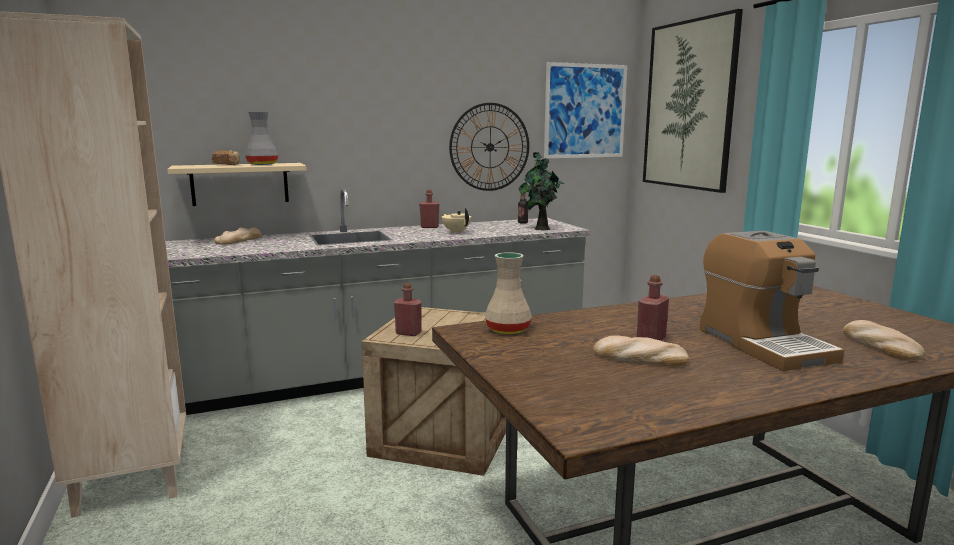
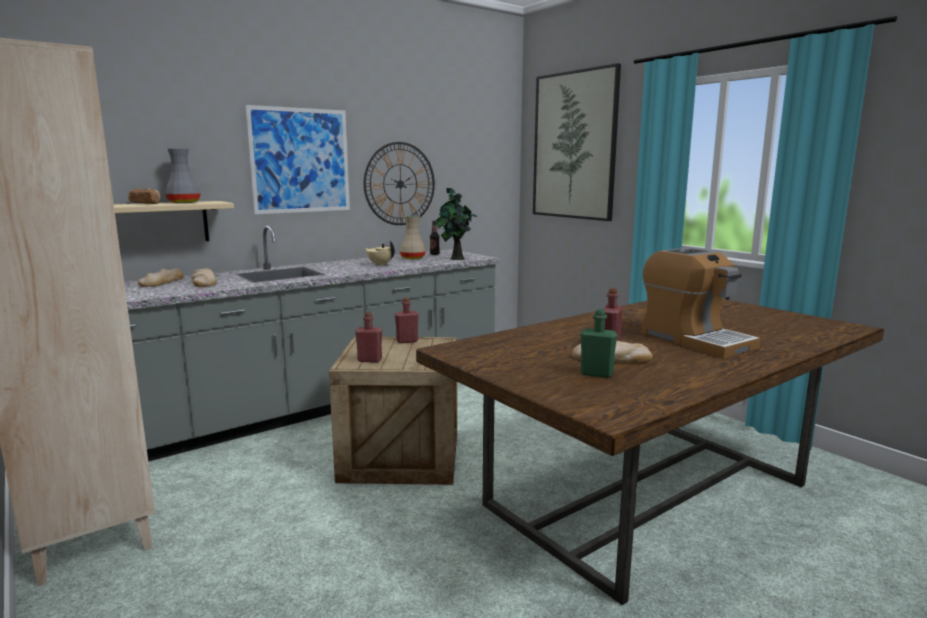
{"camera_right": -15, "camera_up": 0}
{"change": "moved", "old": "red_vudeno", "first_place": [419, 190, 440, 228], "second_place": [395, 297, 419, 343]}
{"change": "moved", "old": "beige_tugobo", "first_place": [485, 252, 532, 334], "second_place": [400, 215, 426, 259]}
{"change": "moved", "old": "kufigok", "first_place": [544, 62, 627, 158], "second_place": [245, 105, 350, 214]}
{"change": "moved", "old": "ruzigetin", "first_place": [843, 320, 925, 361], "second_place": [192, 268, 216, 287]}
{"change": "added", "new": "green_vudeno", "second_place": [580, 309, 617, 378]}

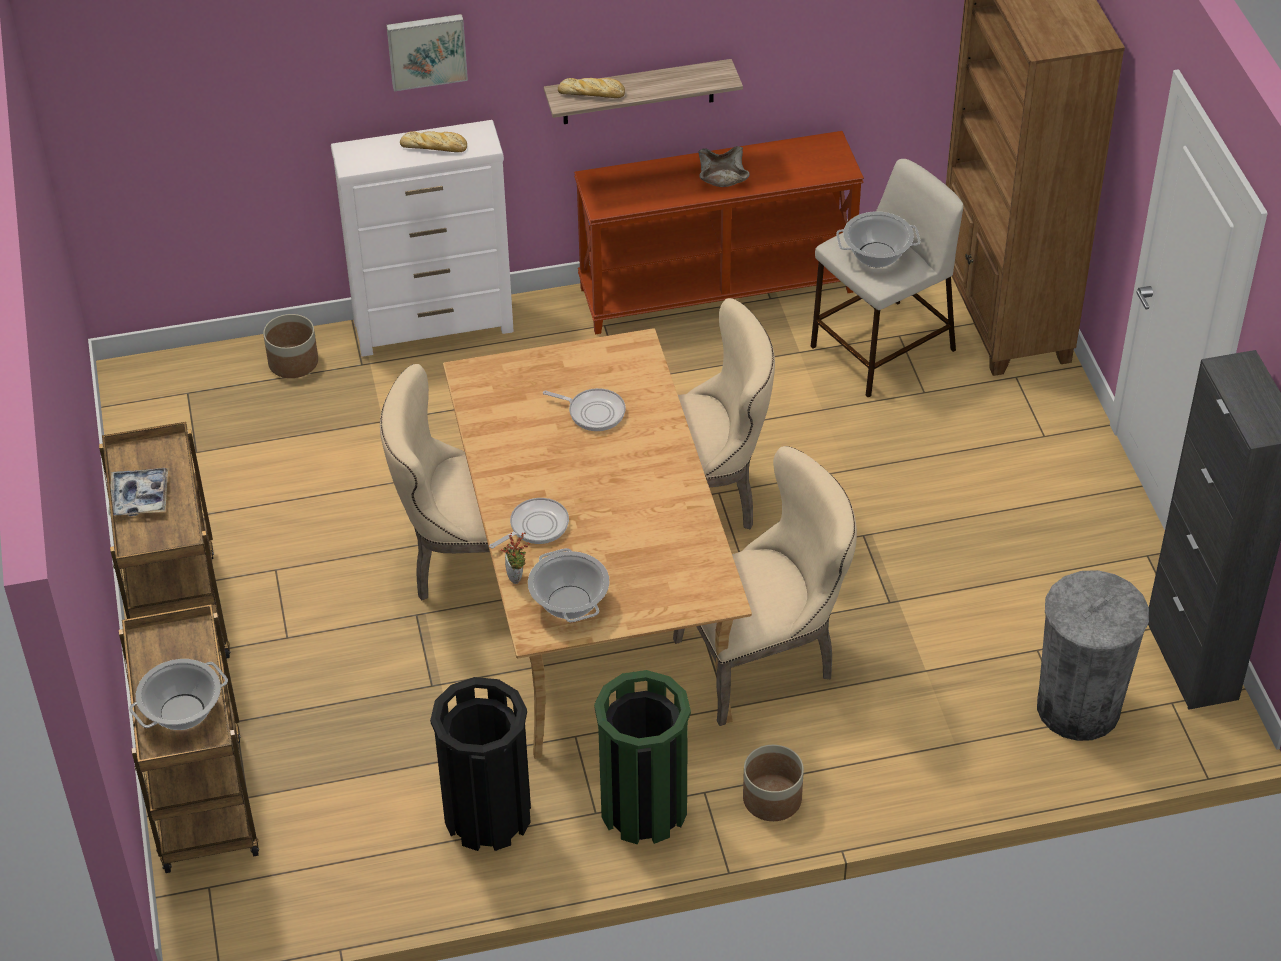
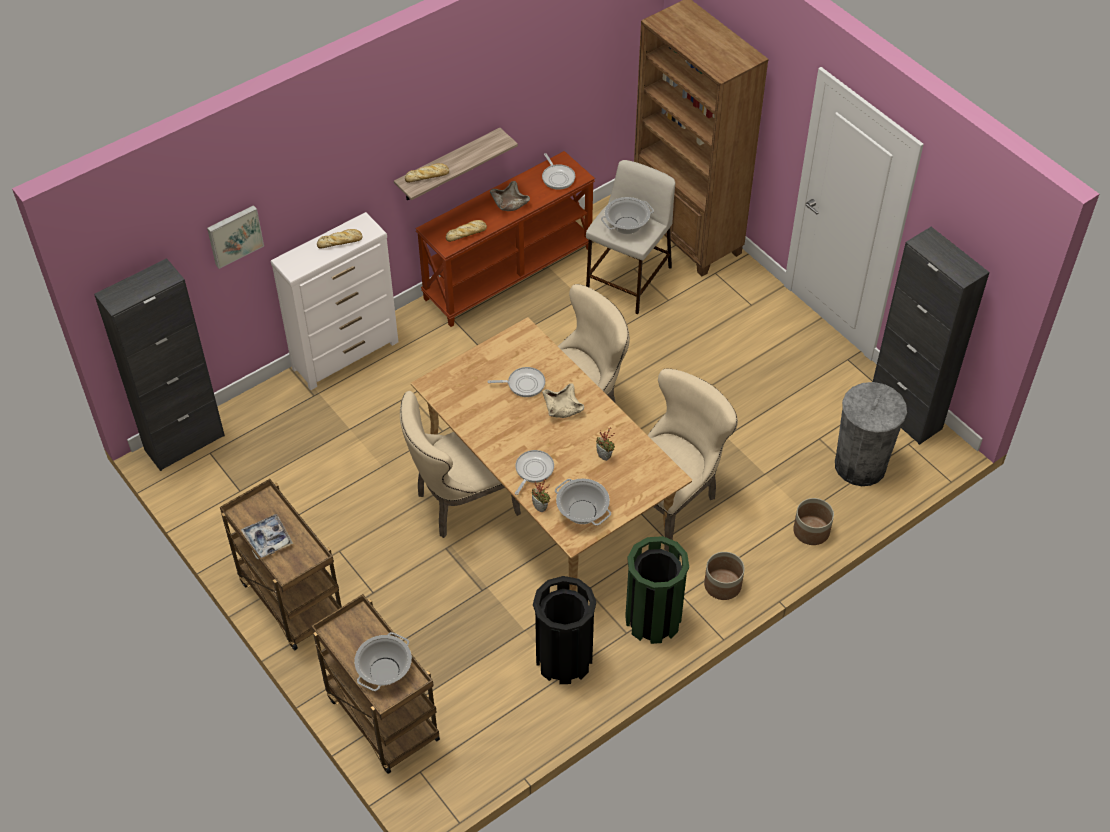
{"camera_right": -25, "camera_up": 5}
{"change": "moved", "old": "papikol", "first_place": [263, 314, 318, 378], "second_place": [793, 498, 834, 545]}
{"change": "moved", "old": "kufigok", "first_place": [386, 14, 468, 91], "second_place": [207, 205, 264, 269]}
{"change": "added", "new": "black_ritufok", "second_place": [94, 258, 225, 471]}
{"change": "added", "new": "ruzigetin", "second_place": [446, 220, 487, 242]}
{"change": "added", "new": "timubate", "second_place": [542, 153, 575, 190]}
{"change": "added", "new": "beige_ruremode", "second_place": [542, 383, 584, 418]}
{"change": "added", "new": "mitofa", "second_place": [596, 427, 615, 461]}

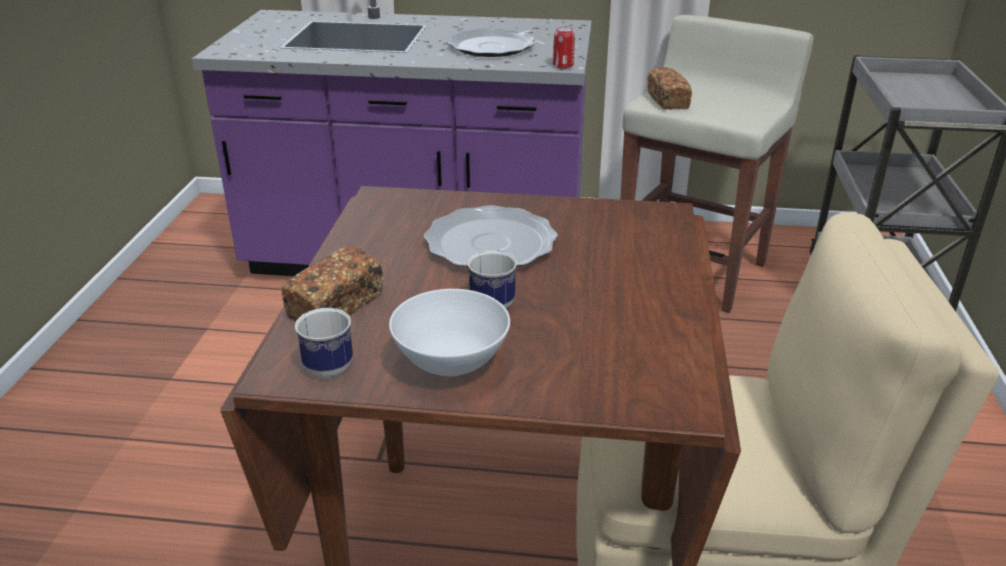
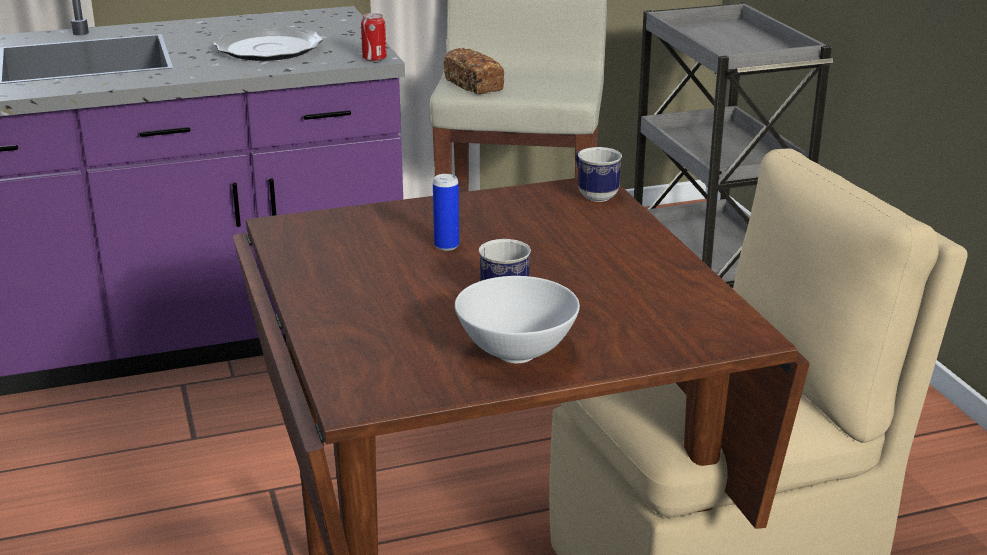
{"camera_right": -25, "camera_up": -5}
{"change": "removed", "old": "ruzigetin", "first_place": [282, 245, 384, 322]}
{"change": "moved", "old": "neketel", "first_place": [295, 307, 353, 378], "second_place": [576, 147, 622, 202]}
{"change": "replaced", "old": "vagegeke", "new": "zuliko", "first_place": [424, 205, 558, 267], "second_place": [433, 174, 459, 251]}

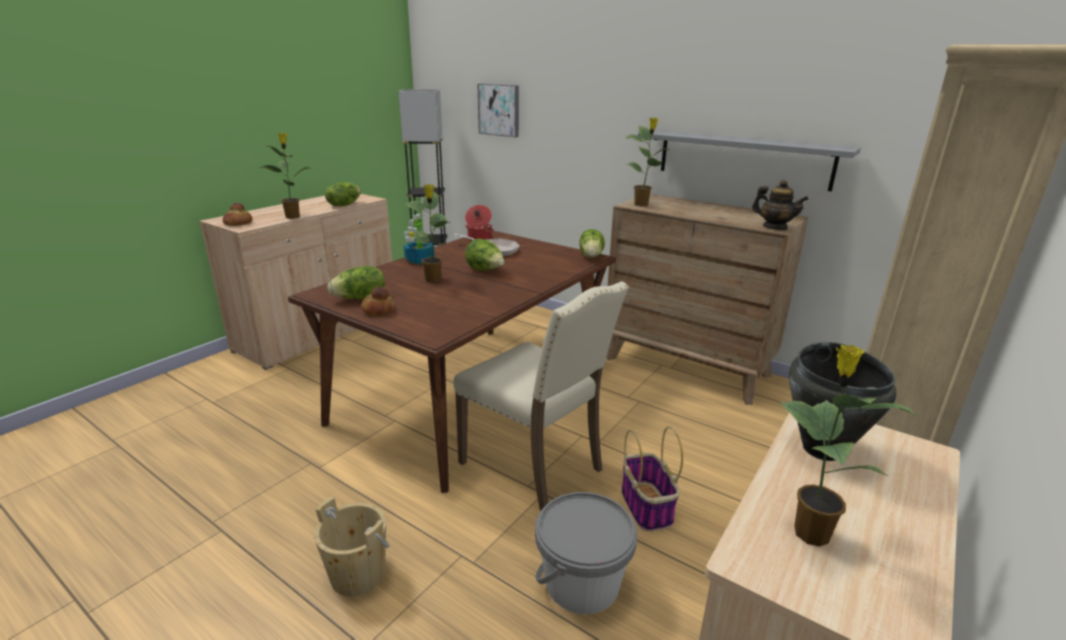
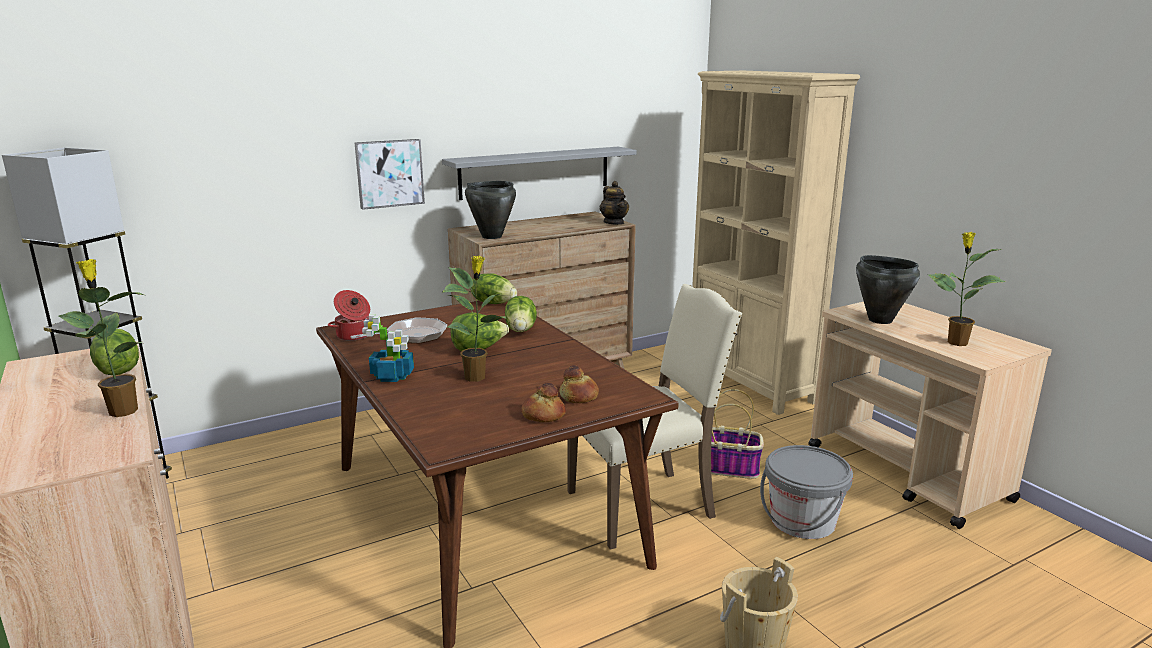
{"camera_right": -65, "camera_up": -5}
{"change": "moved", "old": "ruzigetin", "first_place": [223, 203, 252, 226], "second_place": [559, 365, 599, 403]}
{"change": "moved", "old": "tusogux", "first_place": [327, 266, 385, 299], "second_place": [505, 296, 537, 332]}
{"change": "moved", "old": "kufigok", "first_place": [478, 84, 519, 137], "second_place": [355, 139, 425, 210]}
{"change": "replaced", "old": "mitofa", "new": "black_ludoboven", "first_place": [625, 118, 670, 206], "second_place": [465, 181, 516, 239]}
{"change": "turned", "old": "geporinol", "first_place": [752, 180, 808, 230], "second_place": [599, 181, 629, 225], "degrees": 90}

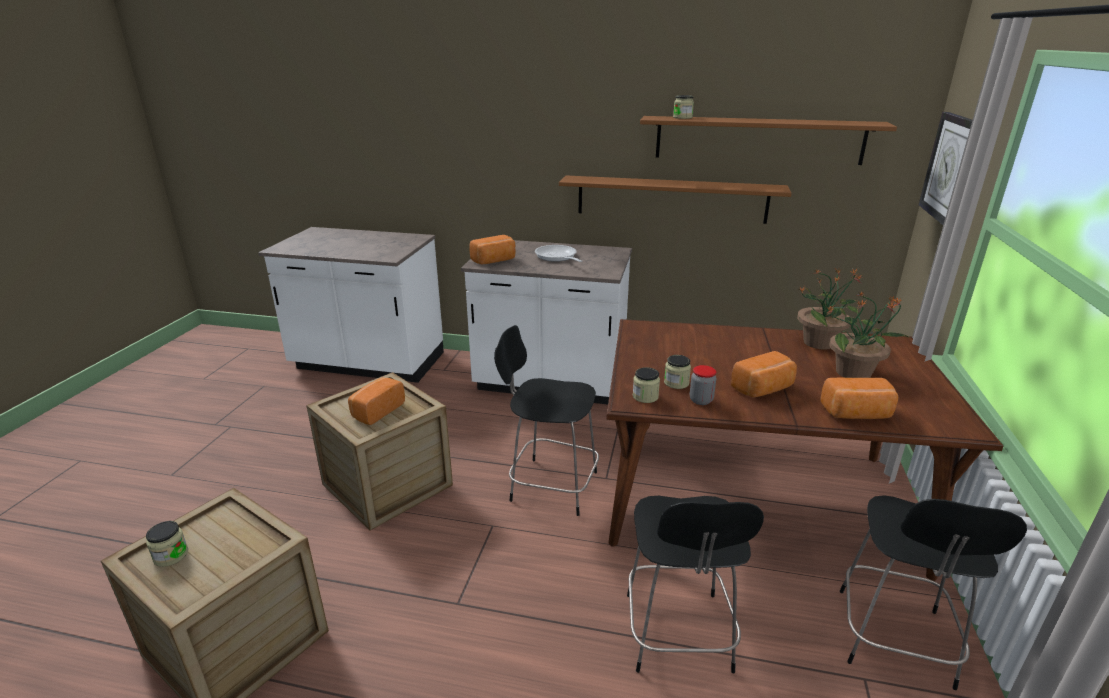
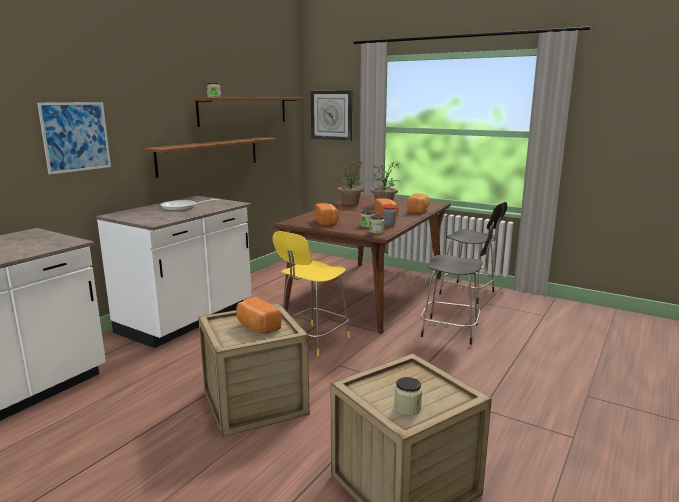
{"camera_right": -70, "camera_up": -10}
{"change": "moved", "old": "ruzigetin", "first_place": [469, 235, 516, 265], "second_place": [315, 203, 339, 225]}
{"change": "recoloured", "old": "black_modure", "new": "yellow_modure", "first_place": [494, 325, 599, 516], "second_place": [273, 231, 350, 356]}
{"change": "added", "new": "kufigok", "second_place": [37, 102, 111, 174]}

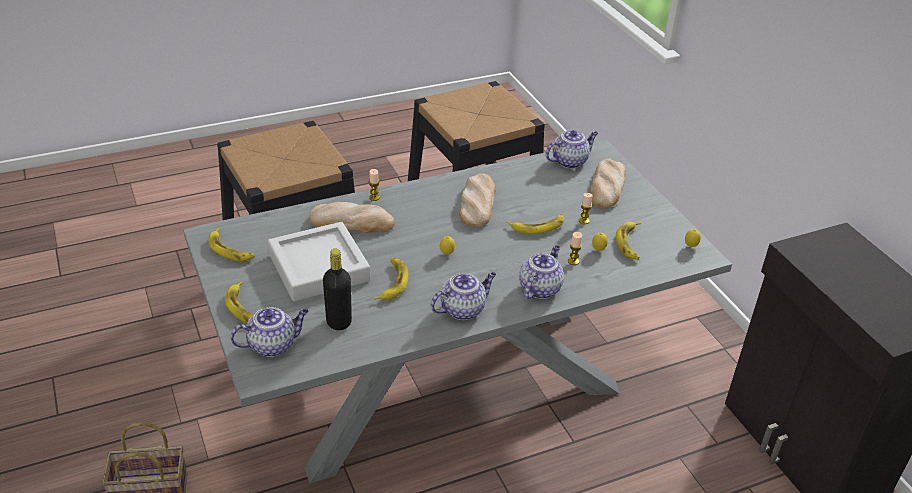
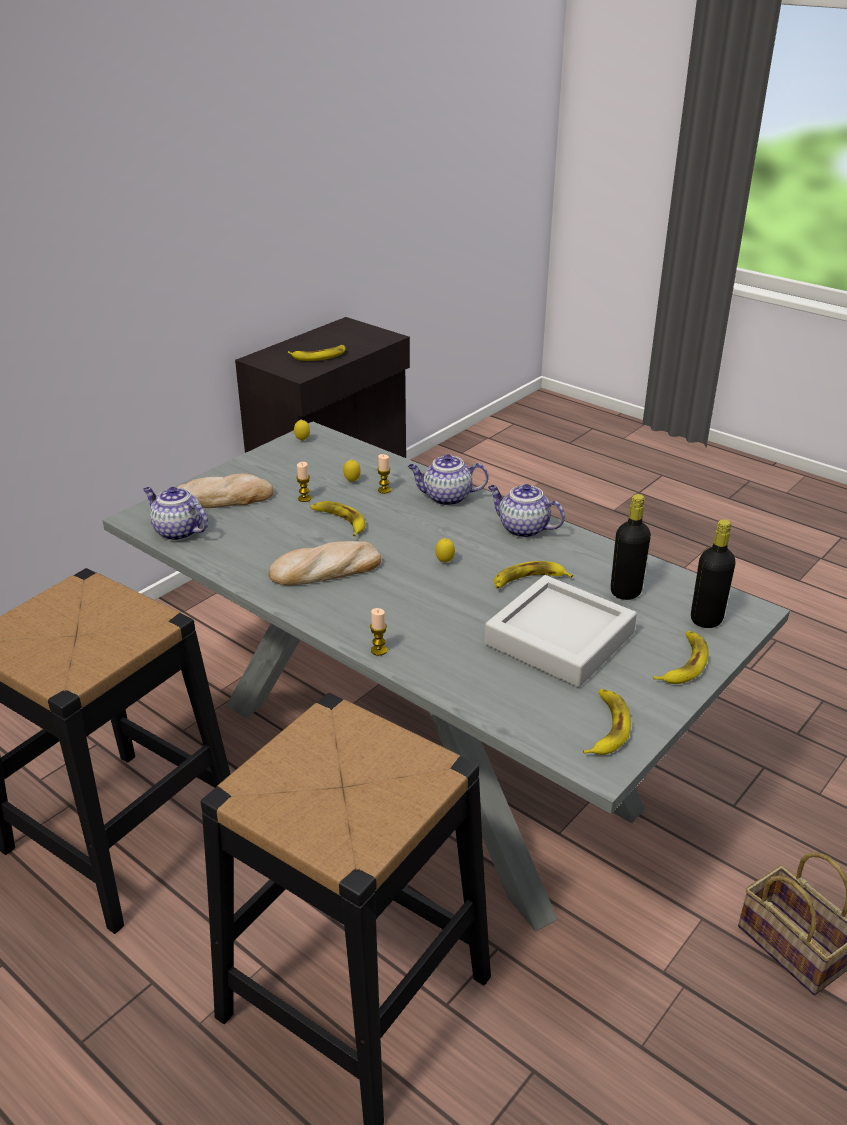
{"camera_right": -115, "camera_up": -5}
{"change": "replaced", "old": "geporinol", "new": "black_vudeno", "first_place": [230, 307, 308, 357], "second_place": [691, 519, 736, 628]}
{"change": "removed", "old": "ruzigetin", "first_place": [309, 202, 395, 233]}
{"change": "moved", "old": "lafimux", "first_place": [616, 222, 641, 260], "second_place": [288, 345, 346, 361]}

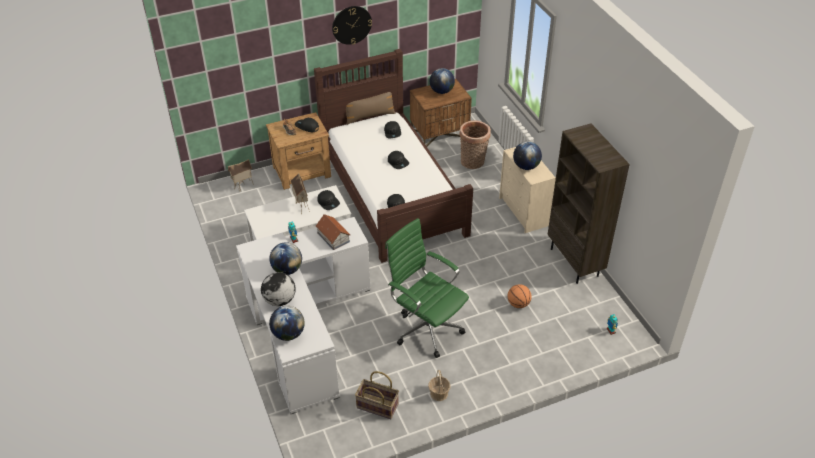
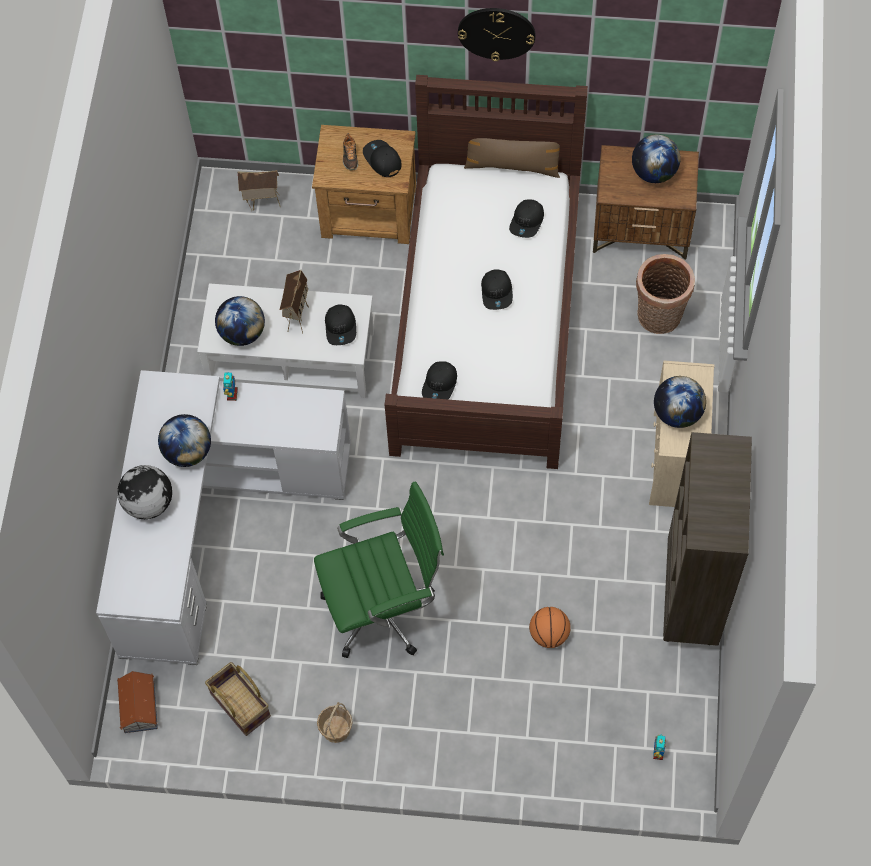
{"camera_right": 30, "camera_up": 20}
{"change": "moved", "old": "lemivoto", "first_place": [269, 306, 305, 341], "second_place": [215, 296, 265, 346]}
{"change": "moved", "old": "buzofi", "first_place": [315, 214, 350, 250], "second_place": [117, 671, 158, 733]}
{"change": "turned", "old": "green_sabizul", "first_place": [385, 218, 469, 358], "second_place": [314, 481, 444, 658], "degrees": 90}

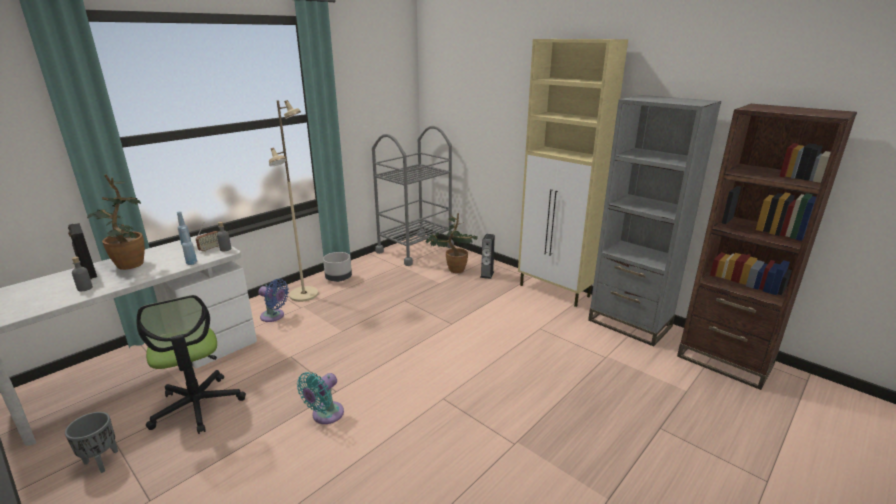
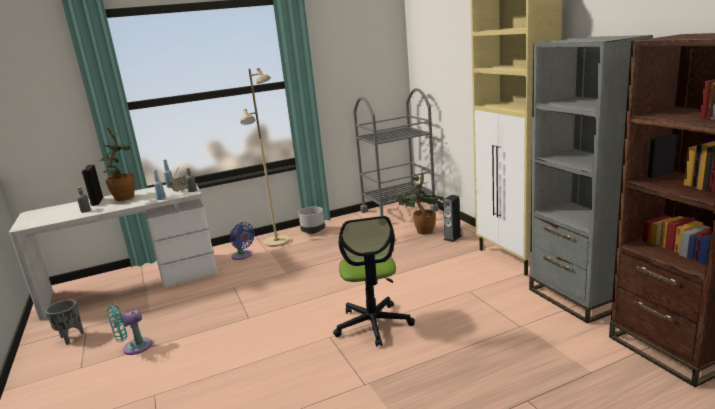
{"camera_right": 25, "camera_up": -5}
{"change": "moved", "old": "sabizul", "first_place": [137, 295, 246, 434], "second_place": [333, 216, 415, 347]}
{"change": "moved", "old": "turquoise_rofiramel", "first_place": [297, 372, 344, 424], "second_place": [107, 305, 152, 355]}

